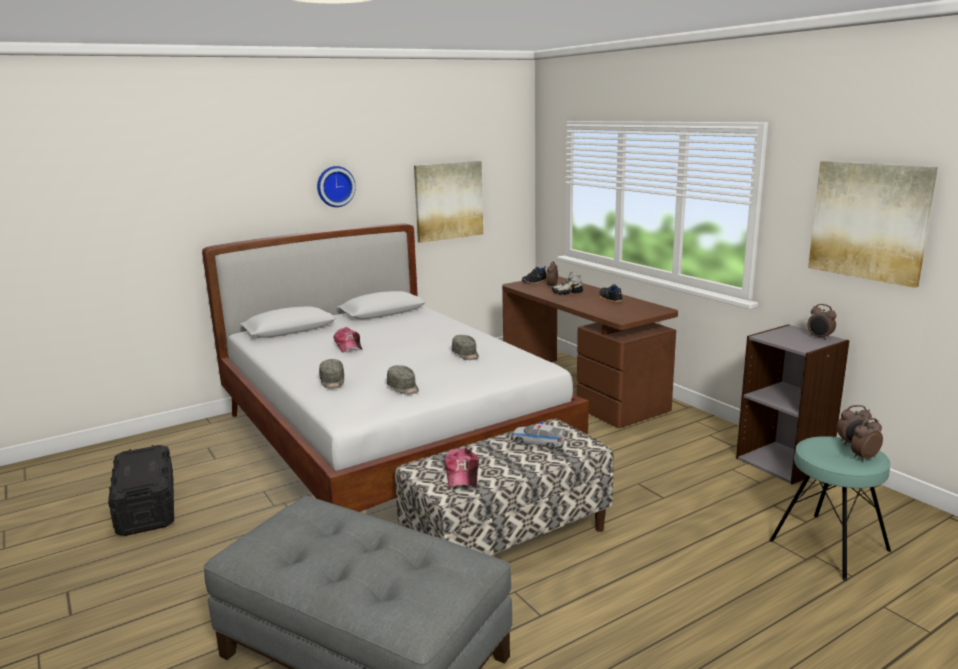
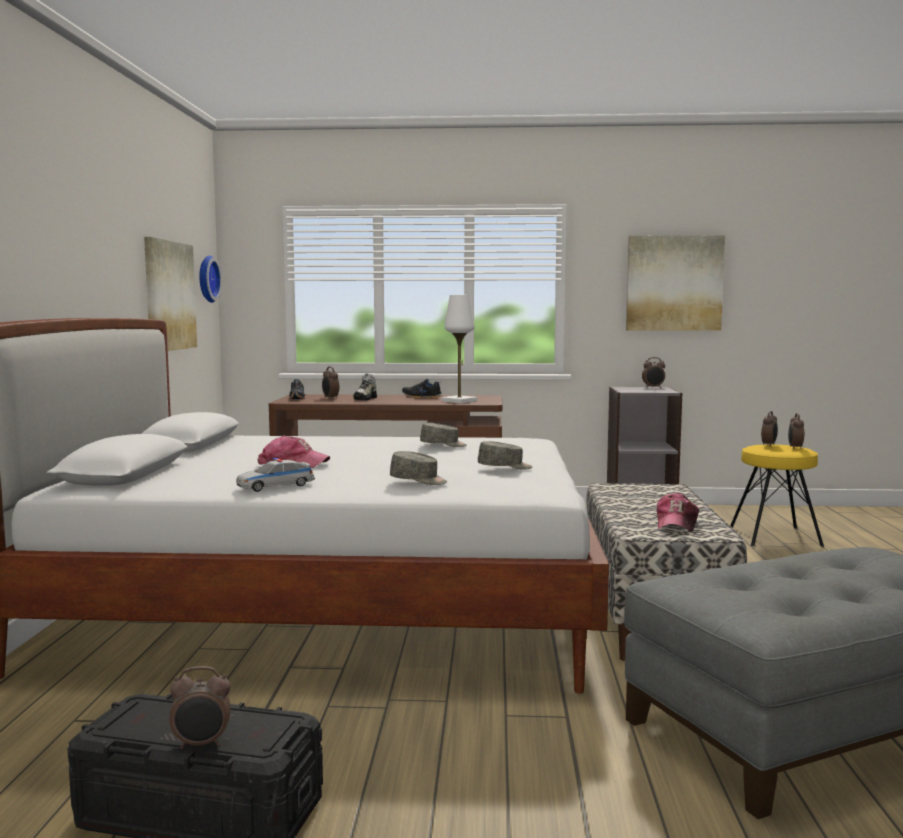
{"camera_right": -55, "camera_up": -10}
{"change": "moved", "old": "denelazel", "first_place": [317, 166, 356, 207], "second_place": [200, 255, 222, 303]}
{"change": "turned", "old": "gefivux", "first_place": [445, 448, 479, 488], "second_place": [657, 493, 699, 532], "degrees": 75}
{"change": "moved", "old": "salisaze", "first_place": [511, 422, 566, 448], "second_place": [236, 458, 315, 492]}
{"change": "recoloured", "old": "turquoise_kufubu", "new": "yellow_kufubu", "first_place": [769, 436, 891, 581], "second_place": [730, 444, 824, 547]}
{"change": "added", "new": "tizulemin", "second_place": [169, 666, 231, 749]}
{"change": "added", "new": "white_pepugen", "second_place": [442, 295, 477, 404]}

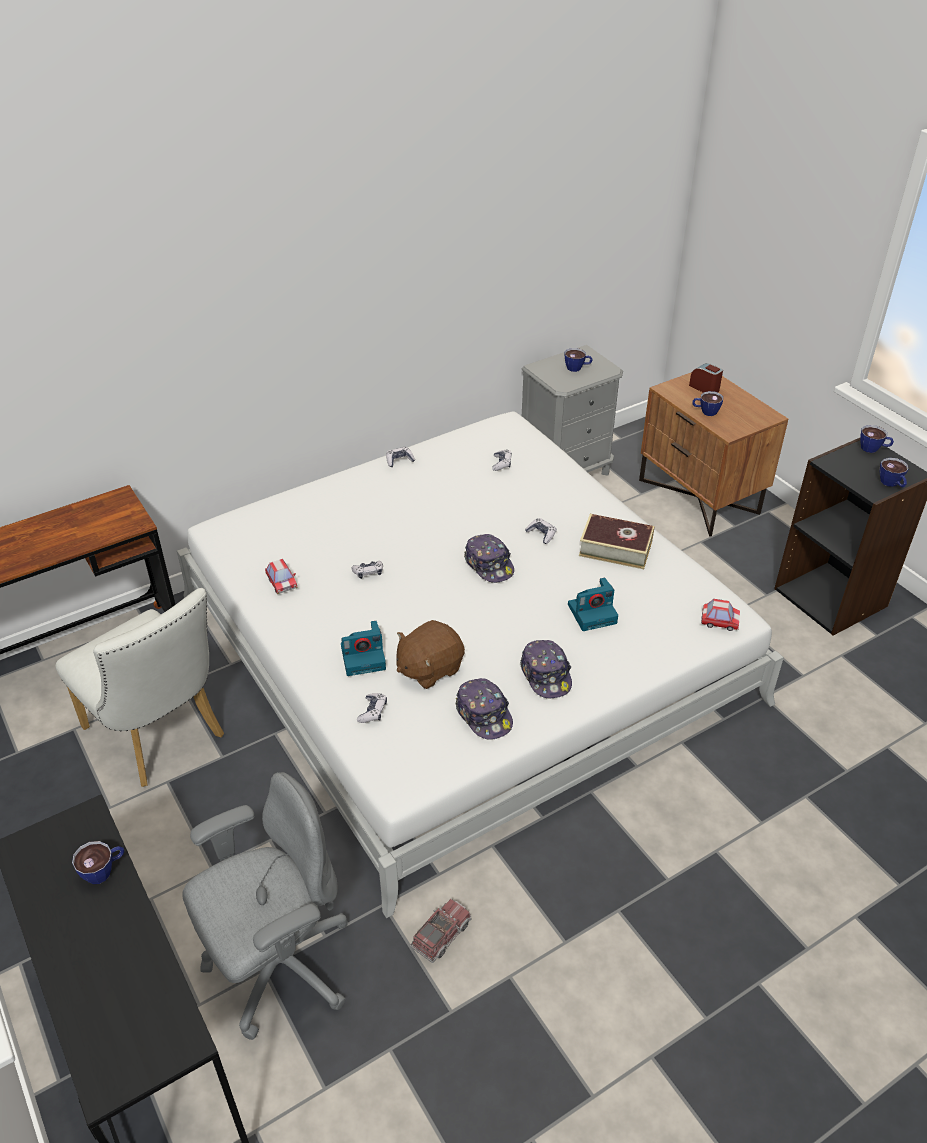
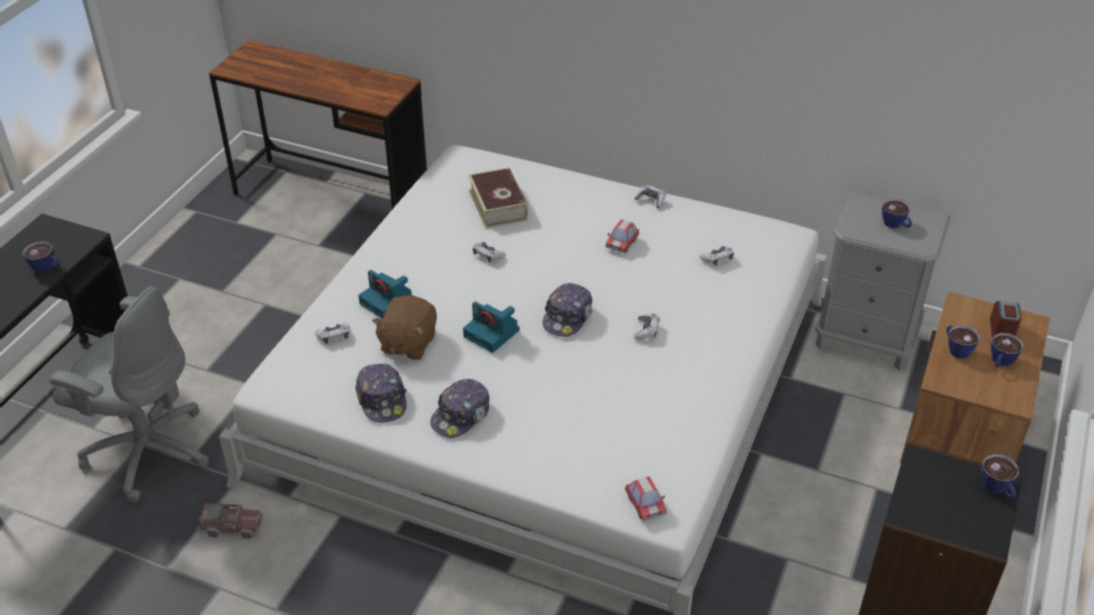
{"camera_right": 55, "camera_up": 0}
{"change": "removed", "old": "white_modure", "first_place": [55, 588, 224, 787]}
{"change": "moved", "old": "salisaze", "first_place": [265, 559, 298, 594], "second_place": [606, 219, 639, 253]}
{"change": "turned", "old": "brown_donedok", "first_place": [396, 620, 465, 689], "second_place": [372, 295, 437, 360], "degrees": -90}
{"change": "turned", "old": "gefivux", "first_place": [456, 678, 513, 740], "second_place": [355, 364, 407, 423], "degrees": -45}
{"change": "moved", "old": "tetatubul", "first_place": [568, 577, 618, 631], "second_place": [463, 301, 519, 353]}
{"change": "moved", "old": "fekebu", "first_place": [579, 514, 655, 569], "second_place": [468, 167, 528, 228]}
{"change": "moved", "old": "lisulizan", "first_place": [880, 458, 909, 487], "second_place": [991, 333, 1024, 367]}

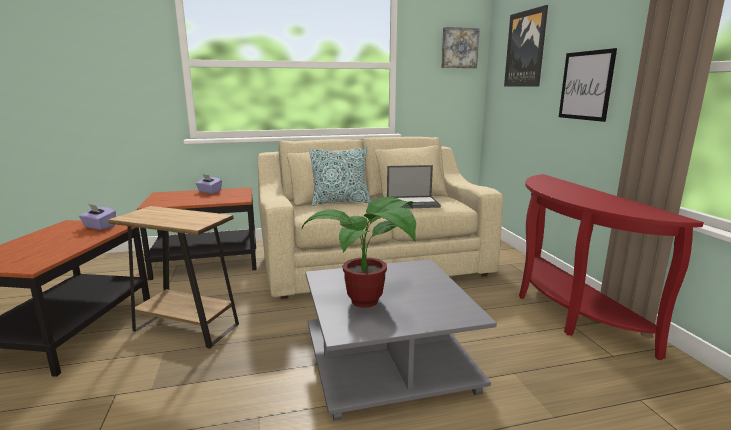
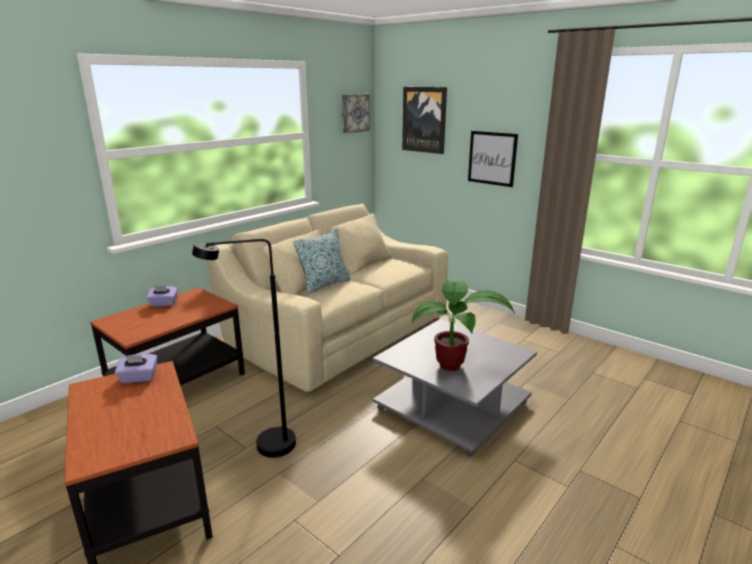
{"camera_right": -35, "camera_up": 5}
{"change": "replaced", "old": "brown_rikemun", "new": "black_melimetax", "first_place": [108, 206, 239, 349], "second_place": [192, 239, 296, 458]}
{"change": "removed", "old": "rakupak", "first_place": [387, 165, 441, 209]}
{"change": "removed", "old": "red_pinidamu", "first_place": [519, 174, 704, 360]}

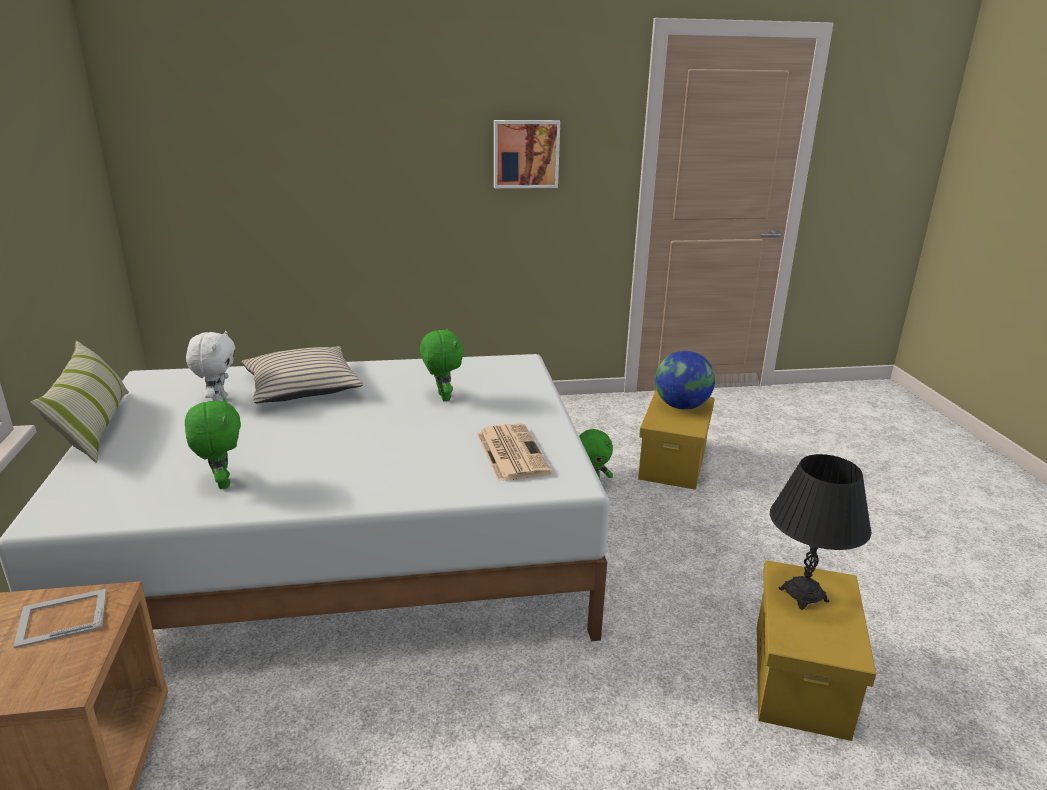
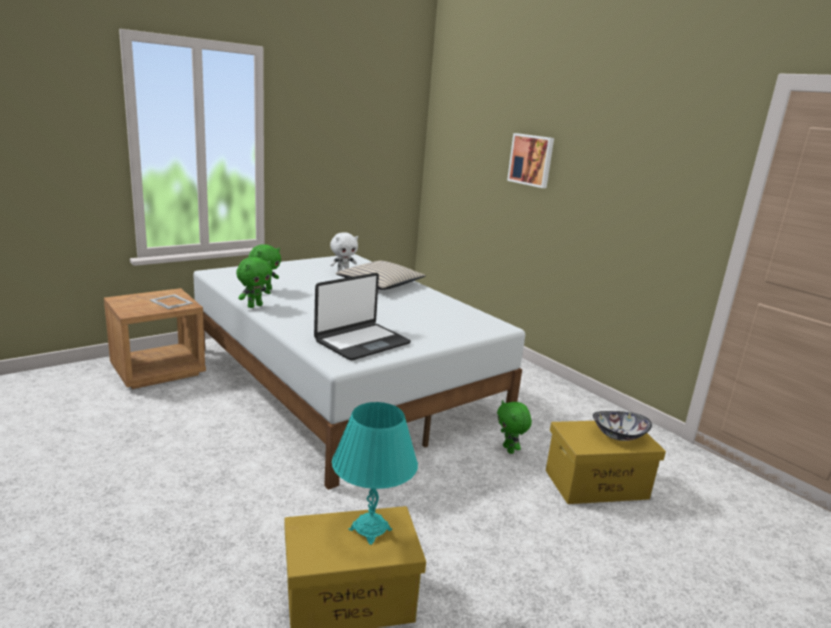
{"camera_right": 60, "camera_up": -5}
{"change": "removed", "old": "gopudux", "first_place": [30, 340, 129, 462]}
{"change": "moved", "old": "green_donedok", "first_place": [420, 328, 464, 401], "second_place": [236, 257, 272, 308]}
{"change": "replaced", "old": "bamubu", "new": "rakupak", "first_place": [477, 423, 552, 481], "second_place": [314, 273, 411, 360]}
{"change": "moved", "old": "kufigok", "first_place": [494, 120, 560, 188], "second_place": [507, 133, 554, 188]}
{"change": "replaced", "old": "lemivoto", "new": "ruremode", "first_place": [655, 351, 715, 410], "second_place": [593, 411, 652, 441]}
{"change": "recoloured", "old": "black_pepugen", "new": "turquoise_pepugen", "first_place": [770, 454, 872, 610], "second_place": [332, 402, 418, 545]}

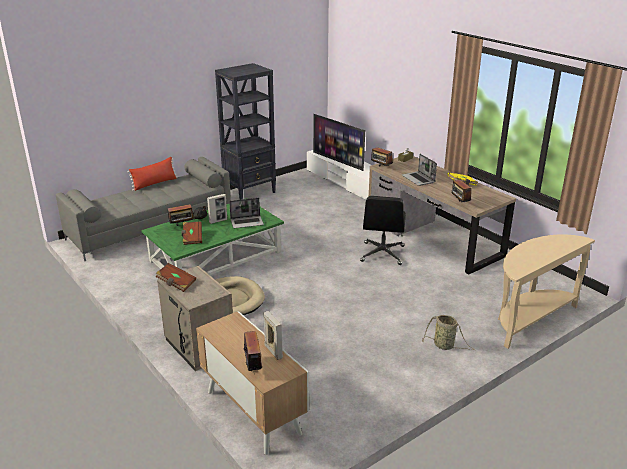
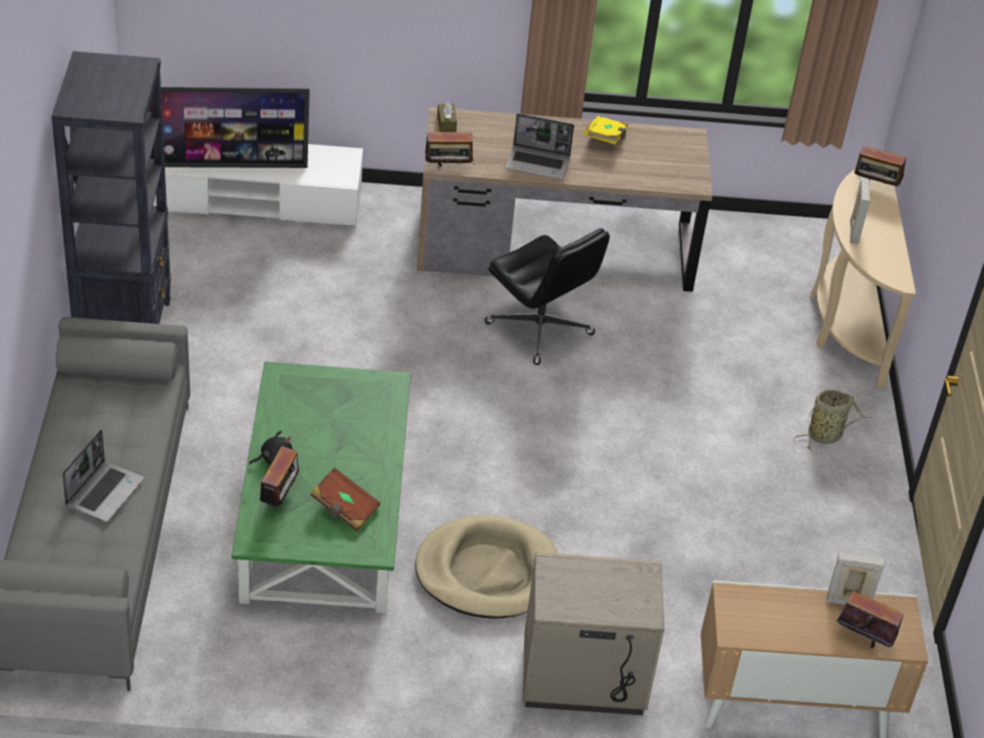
{"camera_right": -55, "camera_up": 15}
{"change": "removed", "old": "red_gopudux", "first_place": [127, 157, 178, 191]}
{"change": "removed", "old": "brown_fekebu", "first_place": [156, 263, 196, 292]}
{"change": "moved", "old": "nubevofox", "first_place": [207, 194, 227, 224], "second_place": [850, 178, 870, 244]}
{"change": "moved", "old": "rakupak", "first_place": [229, 198, 264, 228], "second_place": [62, 429, 144, 522]}
{"change": "moved", "old": "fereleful", "first_place": [451, 180, 472, 202], "second_place": [854, 146, 906, 188]}

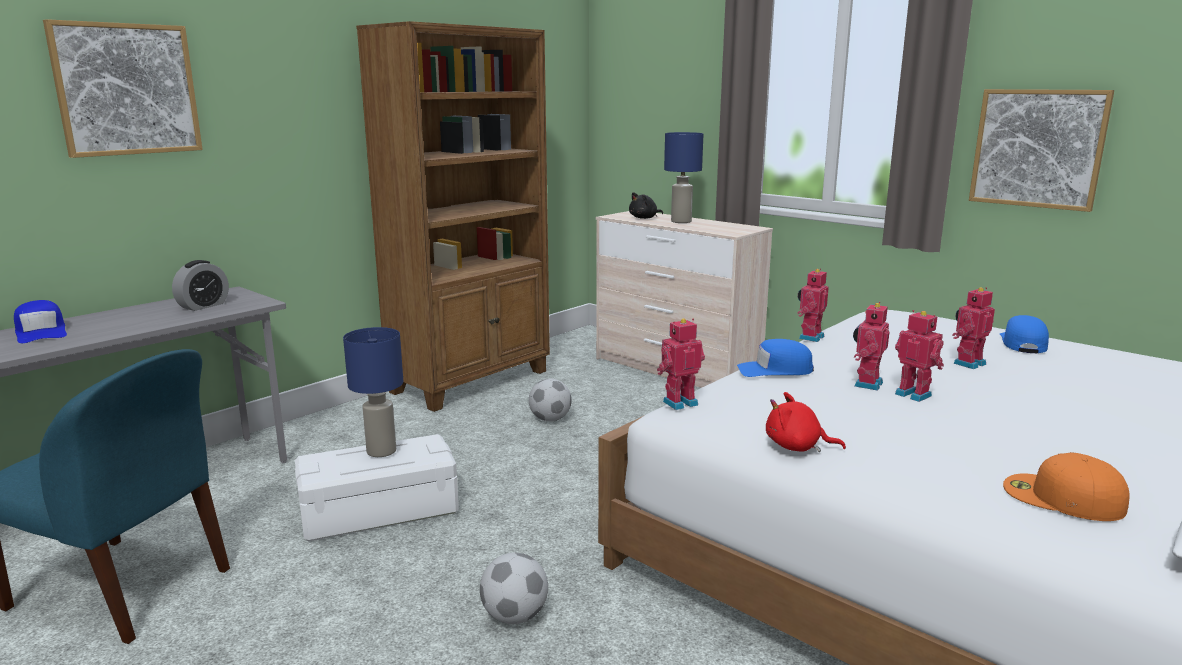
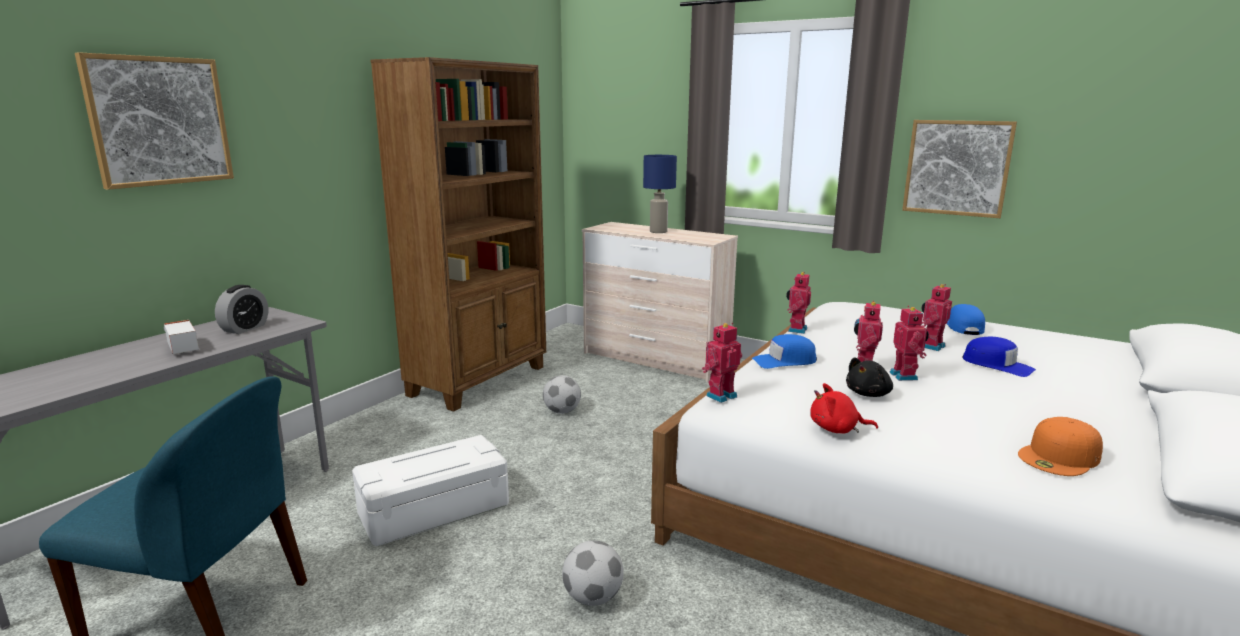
{"camera_right": -10, "camera_up": 0}
{"change": "moved", "old": "blue_gefivux", "first_place": [14, 300, 67, 343], "second_place": [962, 336, 1036, 377]}
{"change": "removed", "old": "blue_pepugen", "first_place": [343, 327, 403, 457]}
{"change": "moved", "old": "black_donedok", "first_place": [629, 192, 663, 219], "second_place": [846, 357, 893, 397]}
{"change": "turned", "old": "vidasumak", "first_place": [895, 310, 944, 402], "second_place": [889, 306, 929, 381], "degrees": 45}
{"change": "turned", "old": "orange_gefivux", "first_place": [1003, 452, 1130, 521], "second_place": [1018, 417, 1103, 476], "degrees": -60}
{"change": "added", "new": "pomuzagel", "second_place": [163, 320, 199, 354]}

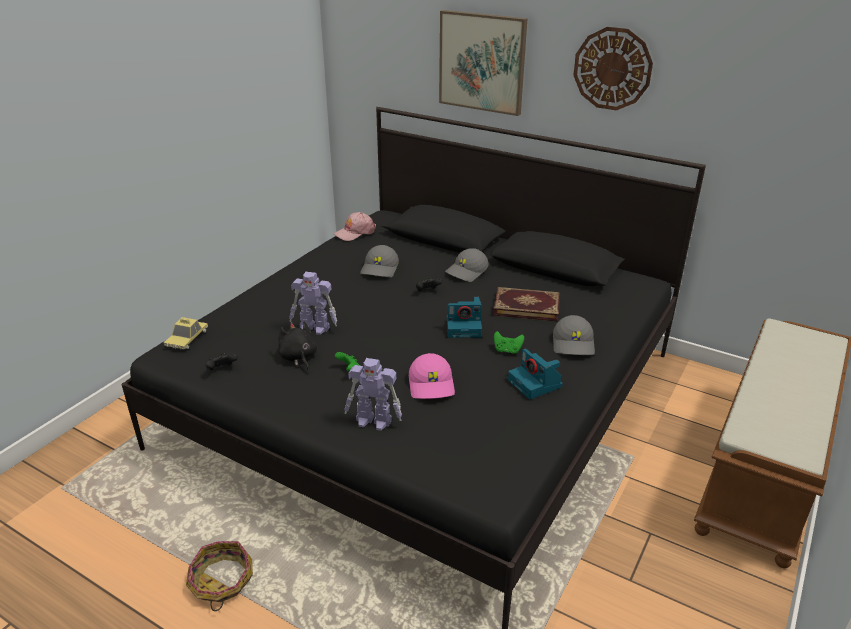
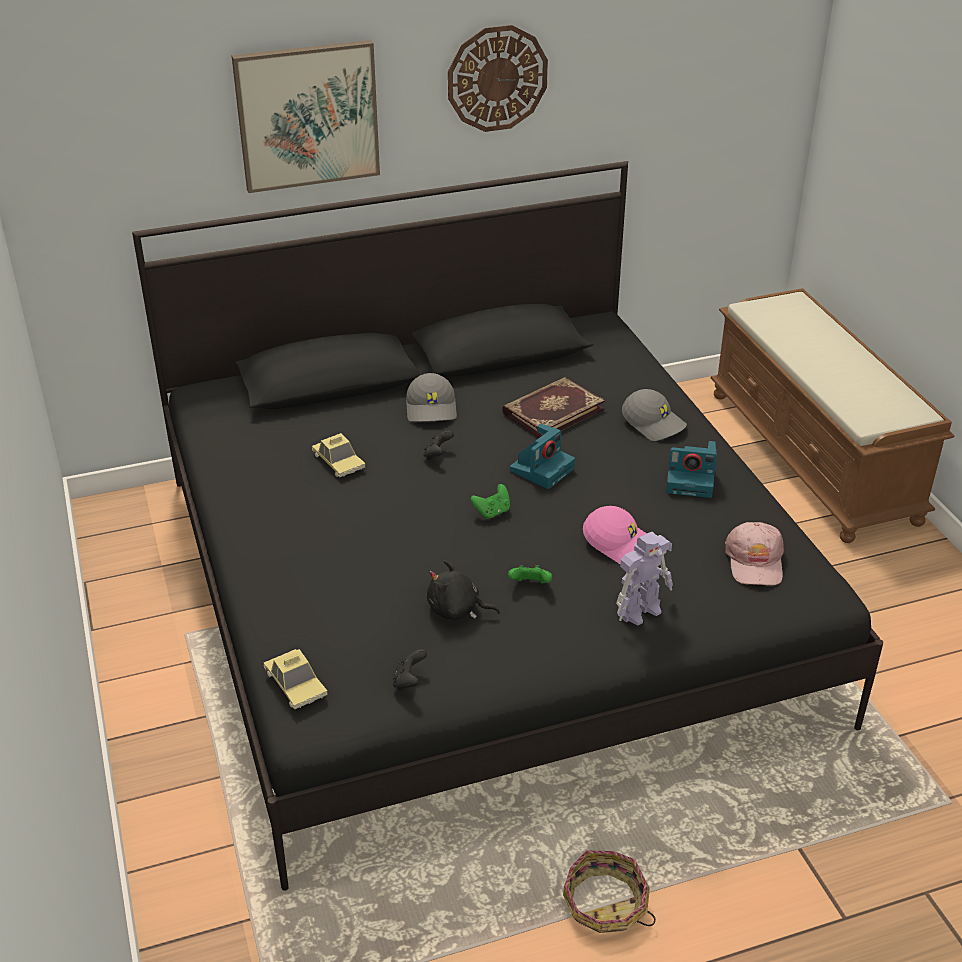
{"camera_right": -50, "camera_up": 5}
{"change": "removed", "old": "vidasumak", "first_place": [289, 272, 337, 335]}
{"change": "moved", "old": "pink_gefivux", "first_place": [334, 212, 376, 241], "second_place": [725, 522, 784, 586]}
{"change": "replaced", "old": "grey_gefivux", "new": "salisaze", "first_place": [360, 245, 399, 278], "second_place": [312, 433, 365, 477]}
{"change": "moved", "old": "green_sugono", "first_place": [494, 331, 524, 354], "second_place": [471, 484, 510, 519]}

